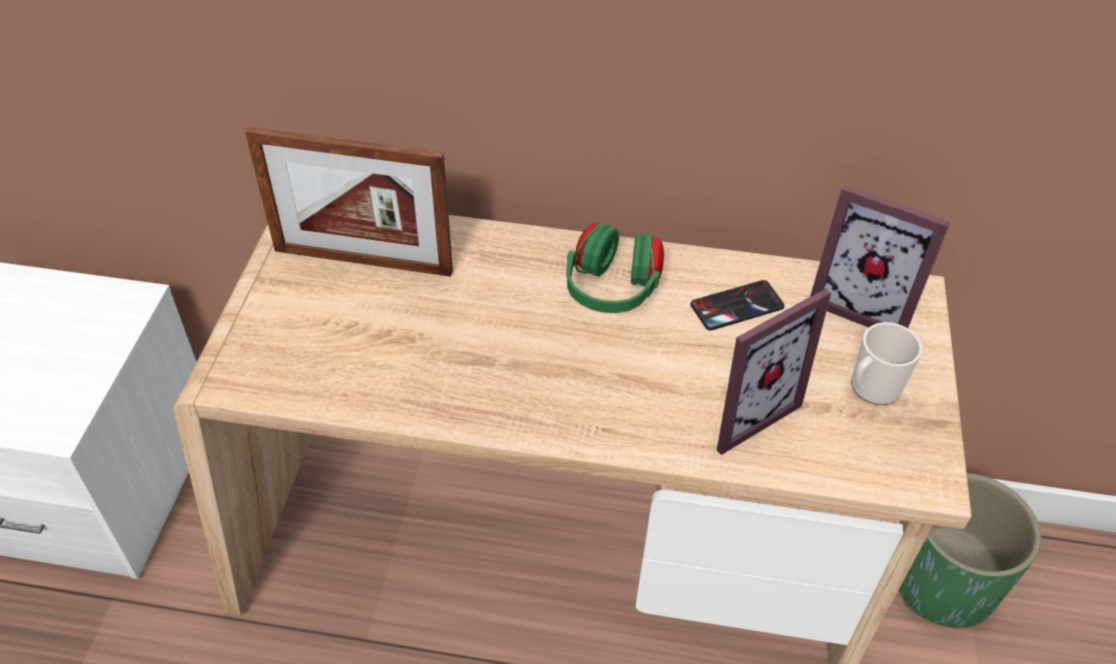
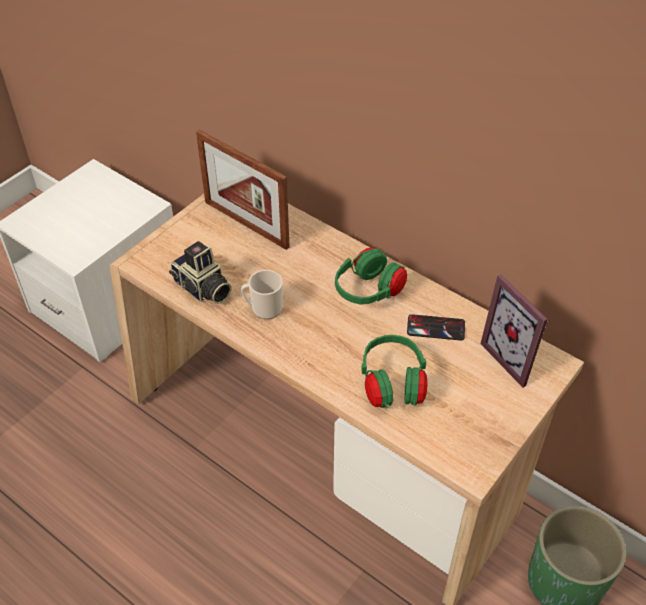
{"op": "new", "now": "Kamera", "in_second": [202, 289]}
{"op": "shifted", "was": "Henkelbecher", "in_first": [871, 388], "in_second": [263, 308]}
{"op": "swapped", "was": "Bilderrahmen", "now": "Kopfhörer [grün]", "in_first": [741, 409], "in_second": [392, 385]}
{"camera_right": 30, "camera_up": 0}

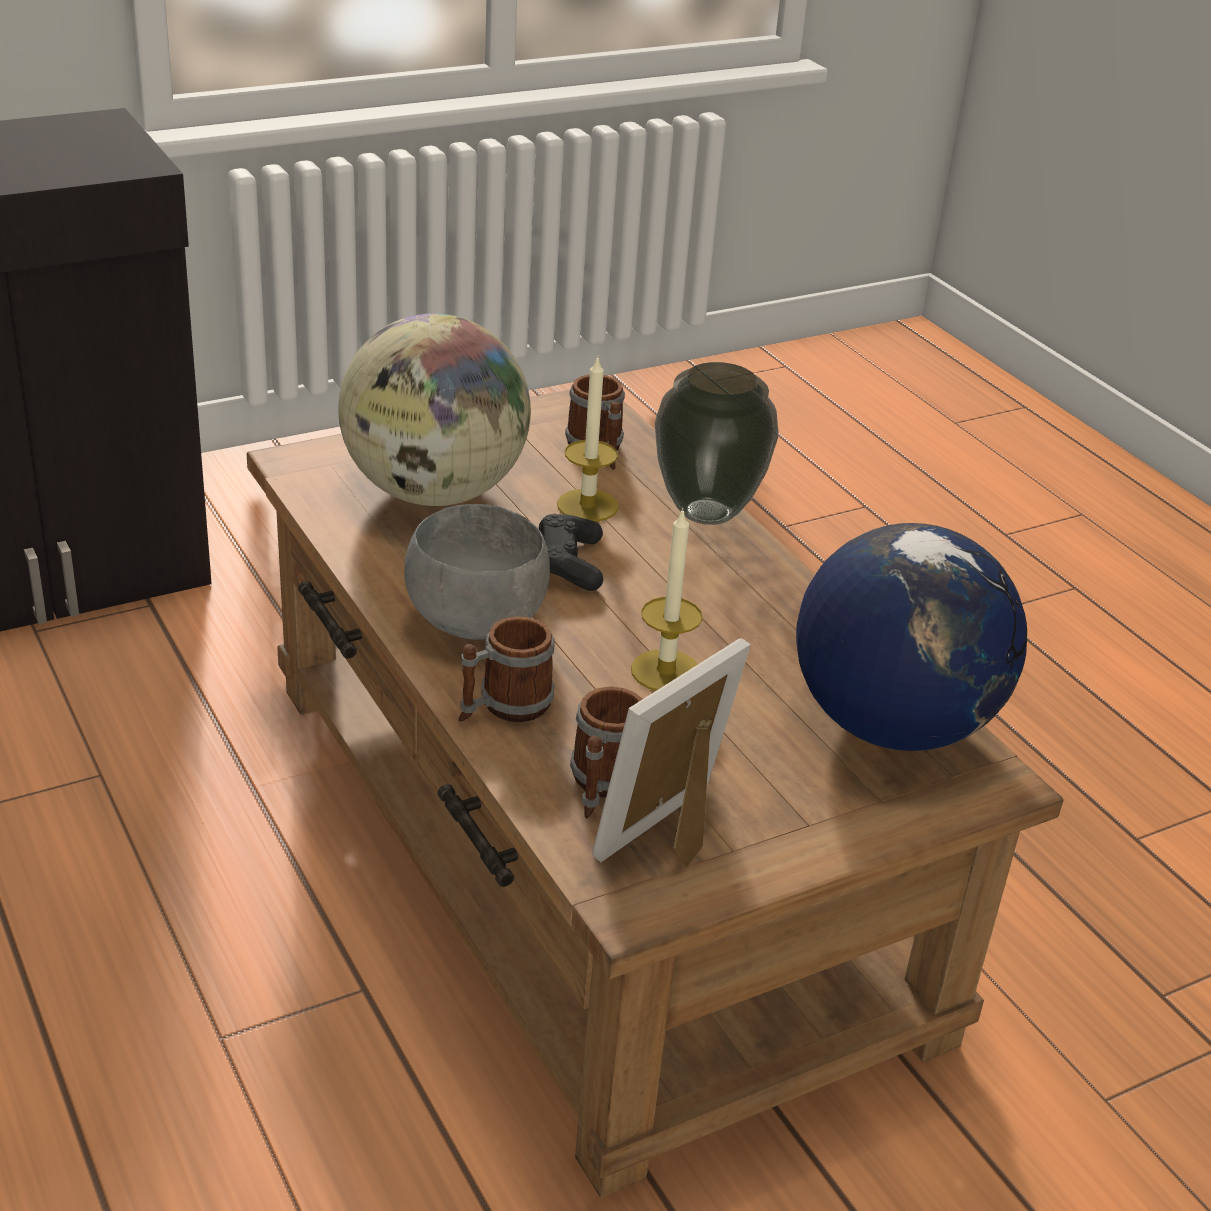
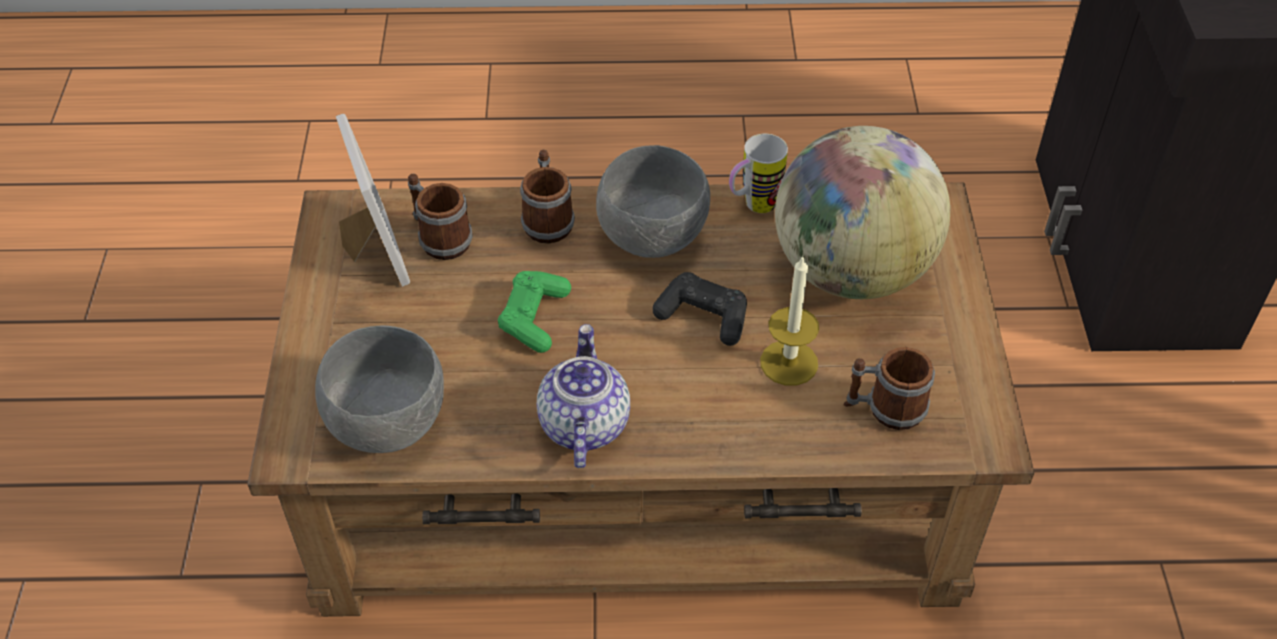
{"op": "gone", "was": "Vase", "in_first": [706, 512]}
{"op": "new", "now": "Teekanne", "in_second": [583, 424]}
{"op": "new", "now": "Henkelbecher", "in_second": [752, 207]}
{"op": "swapped", "was": "Kerze", "now": "Gamepad [grün]", "in_first": [666, 671], "in_second": [534, 318]}
{"op": "swapped", "was": "Globus", "now": "Schüssel [grau]", "in_first": [892, 725], "in_second": [390, 422]}
{"camera_right": 120, "camera_up": 15}

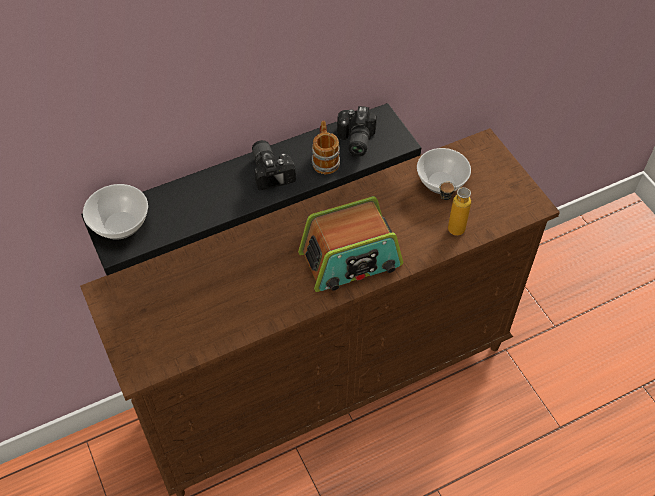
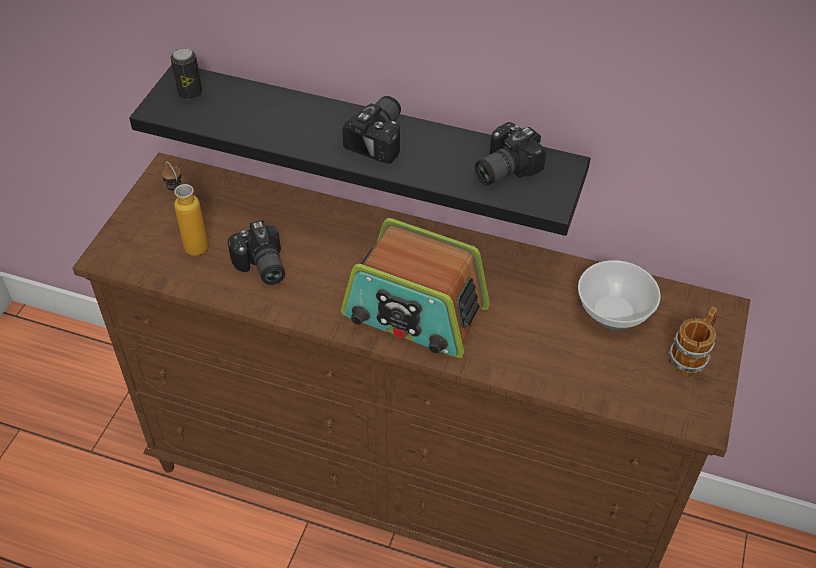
{"op": "new", "now": "Kamera", "in_second": [260, 267]}
{"op": "shifted", "was": "Henkelbecher", "in_first": [325, 159], "in_second": [691, 354]}
{"op": "shifted", "was": "Flasche", "in_first": [448, 228], "in_second": [191, 242]}
{"op": "swapped", "was": "Schüssel", "now": "Dose", "in_first": [122, 225], "in_second": [190, 93]}
{"camera_right": 45, "camera_up": -5}

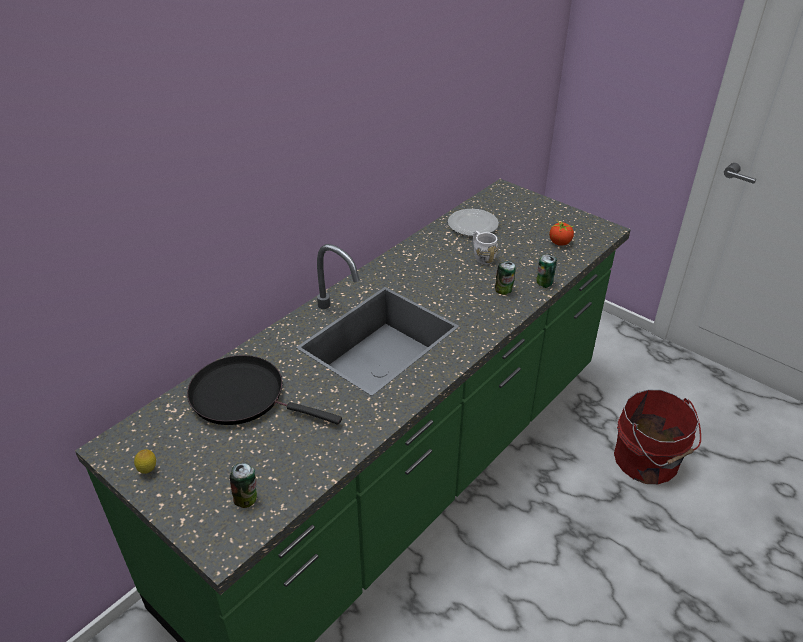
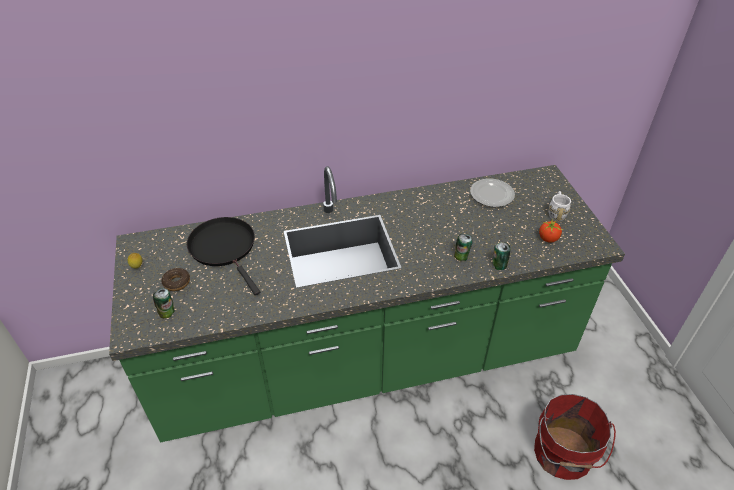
{"op": "new", "now": "Donut", "in_second": [176, 282]}
{"op": "shifted", "was": "Henkelbecher [weiß]", "in_first": [482, 256], "in_second": [556, 213]}
{"camera_right": 35, "camera_up": 5}

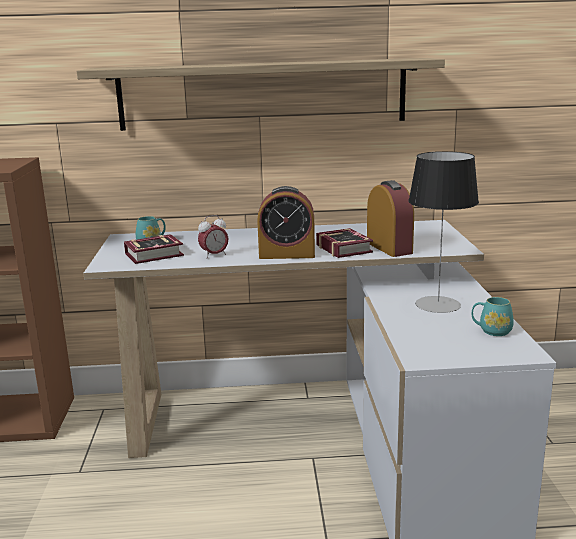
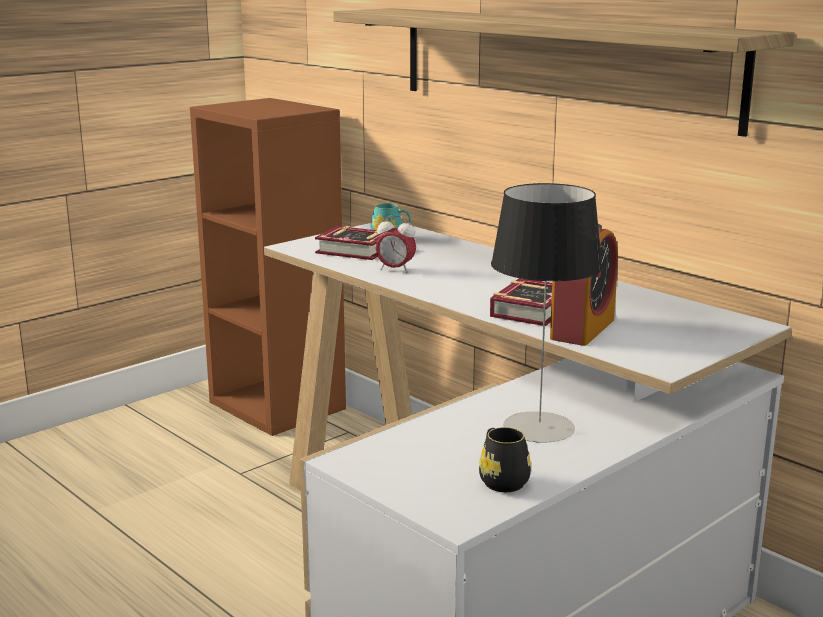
{"op": "gone", "was": "Wecker", "in_first": [287, 254]}
{"op": "repainted", "was": "Henkelbecher [türkis]", "now": "Henkelbecher [schwarz]", "in_first": [491, 331], "in_second": [501, 480]}
{"camera_right": 50, "camera_up": 0}

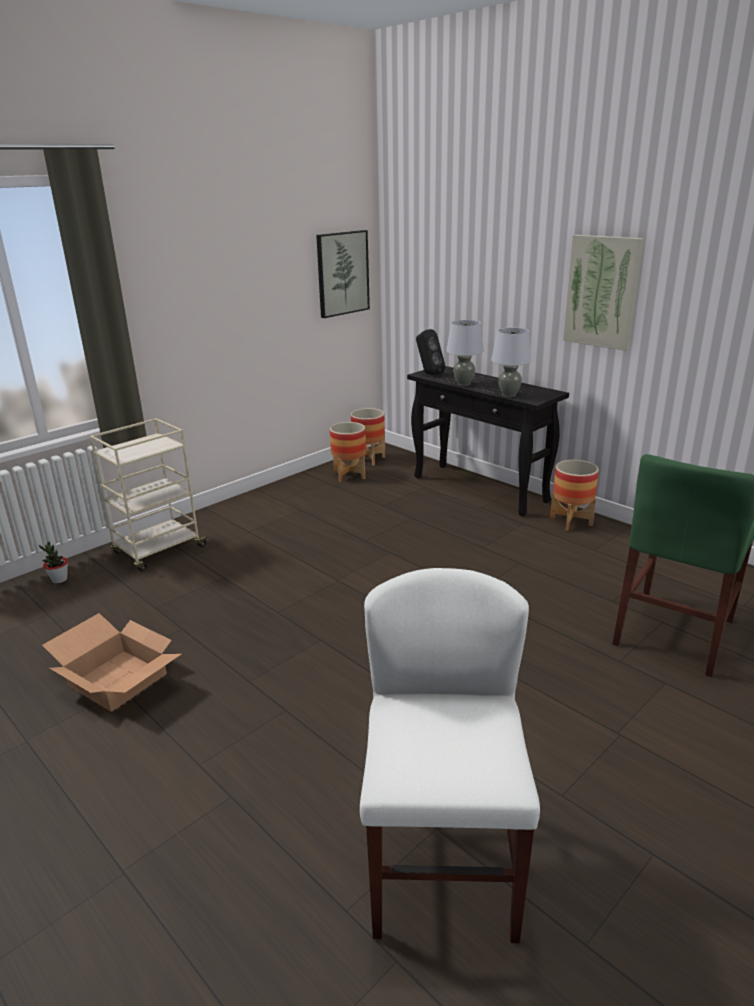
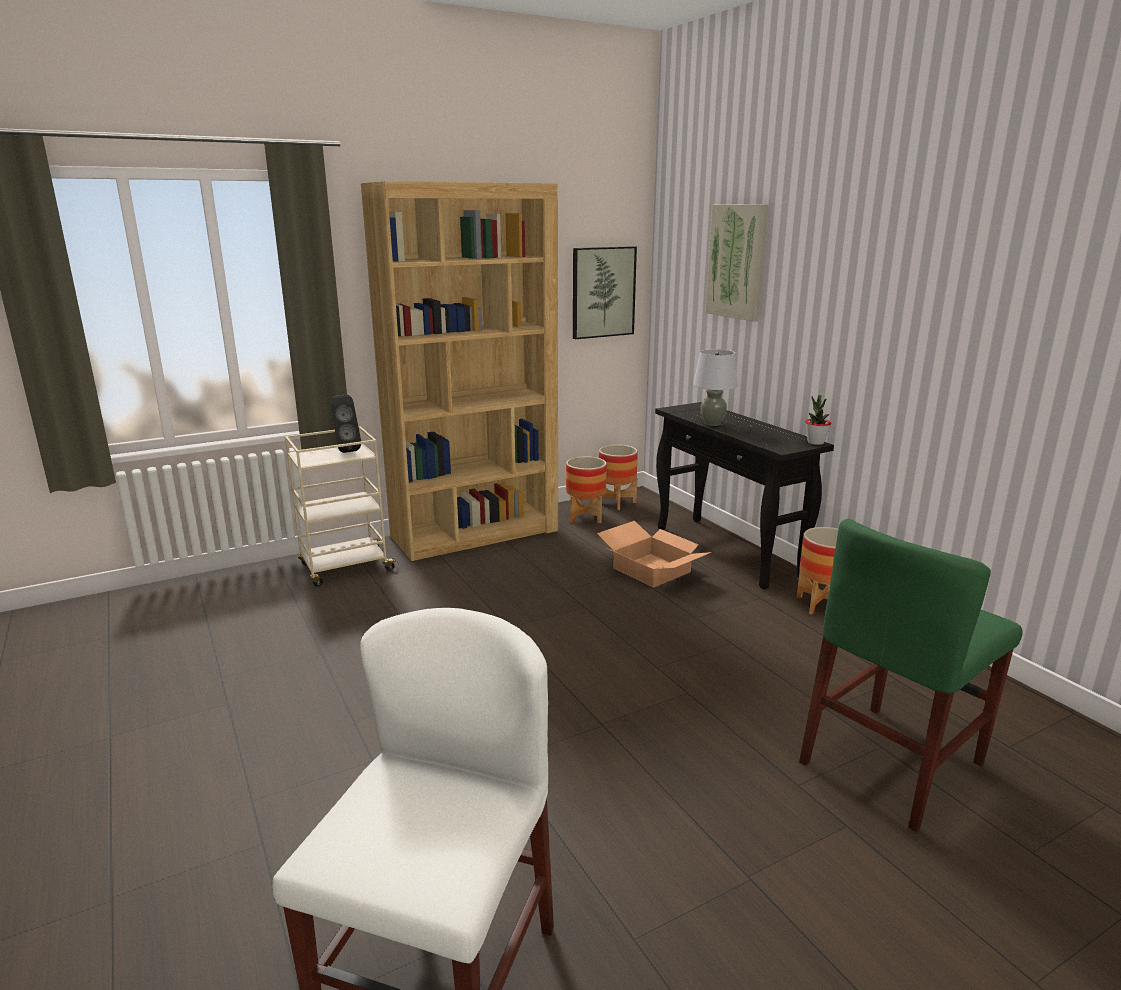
{"op": "gone", "was": "Tischlampe [grau]", "in_first": [509, 395]}
{"op": "new", "now": "Bücherregal [braun]", "in_second": [475, 533]}
{"op": "shifted", "was": "Topfpflanze", "in_first": [59, 580], "in_second": [815, 442]}
{"op": "shifted", "was": "Karton", "in_first": [119, 679], "in_second": [653, 570]}
{"op": "shifted", "was": "Lautsprecher [schwarz]", "in_first": [428, 373], "in_second": [346, 450]}
{"op": "shifted", "was": "Bild", "in_first": [602, 292], "in_second": [737, 261]}
{"camera_right": 15, "camera_up": -5}

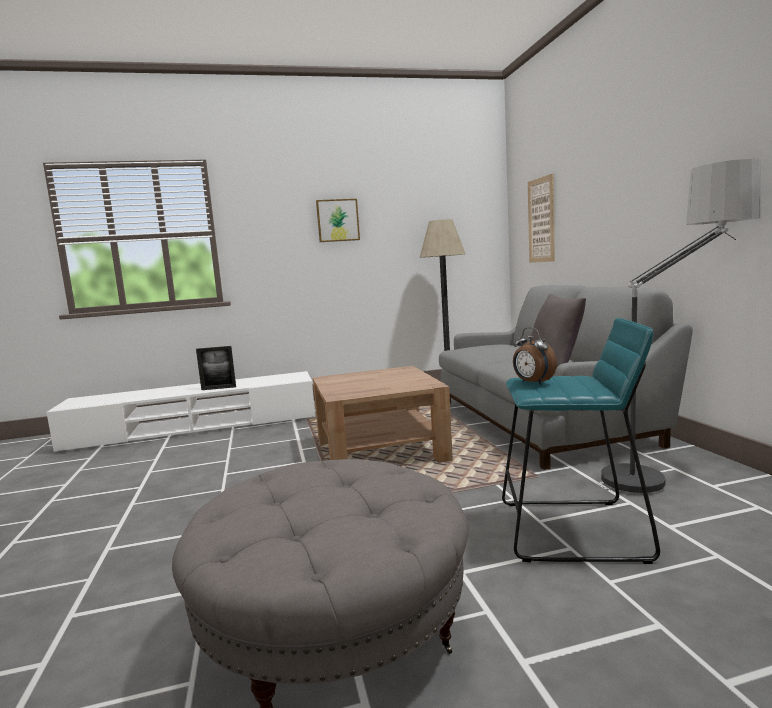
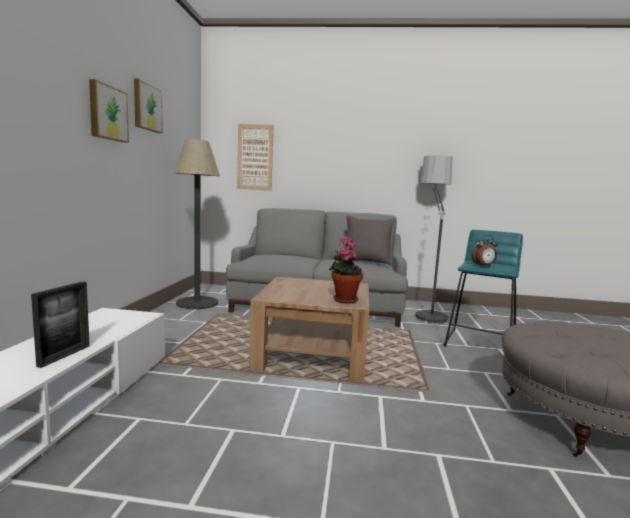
{"op": "new", "now": "Bild", "in_second": [146, 107]}
{"op": "new", "now": "Topfpflanze", "in_second": [344, 299]}
{"camera_right": -70, "camera_up": 0}

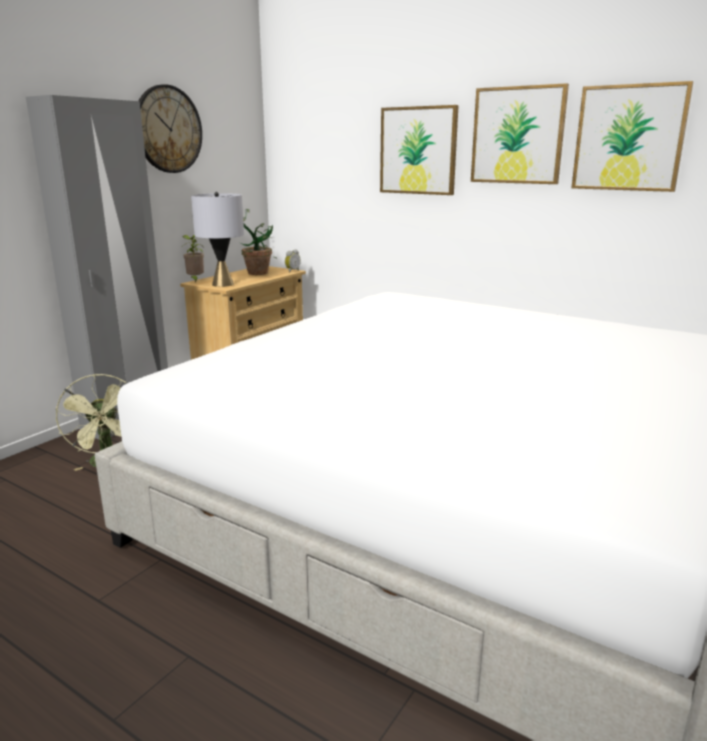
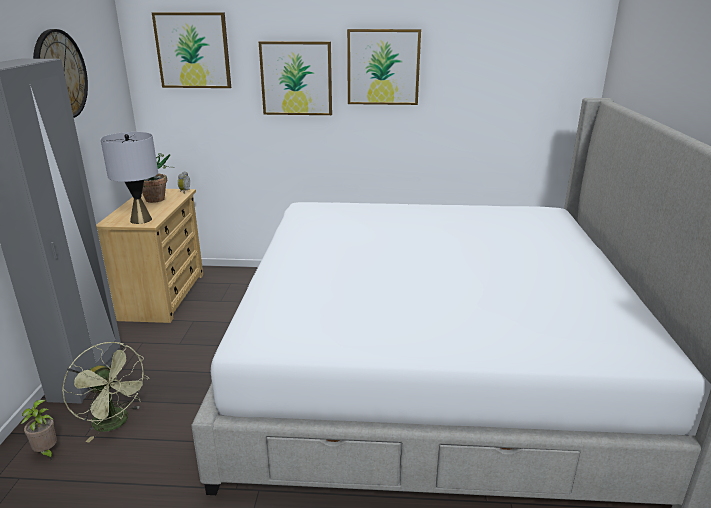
{"op": "shifted", "was": "Topfpflanze", "in_first": [195, 280], "in_second": [46, 452]}
{"op": "shifted", "was": "Bild", "in_first": [629, 138], "in_second": [193, 50]}
{"camera_right": -30, "camera_up": 5}

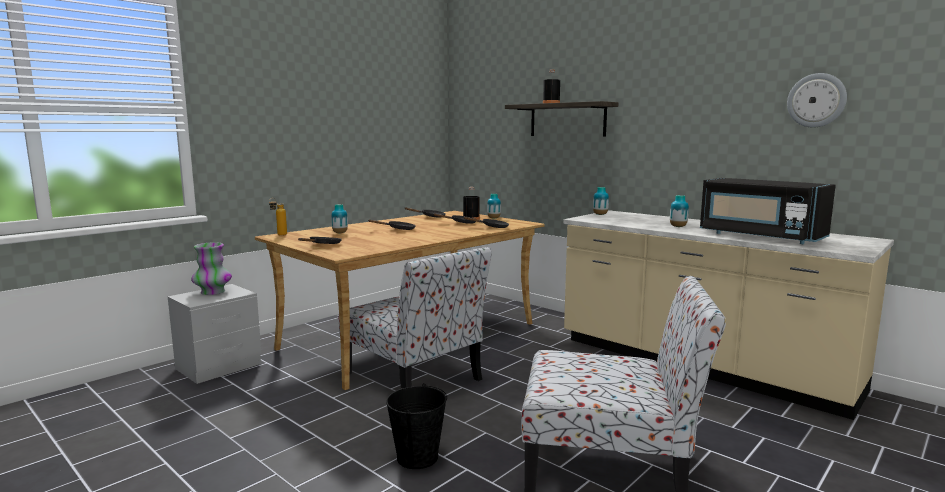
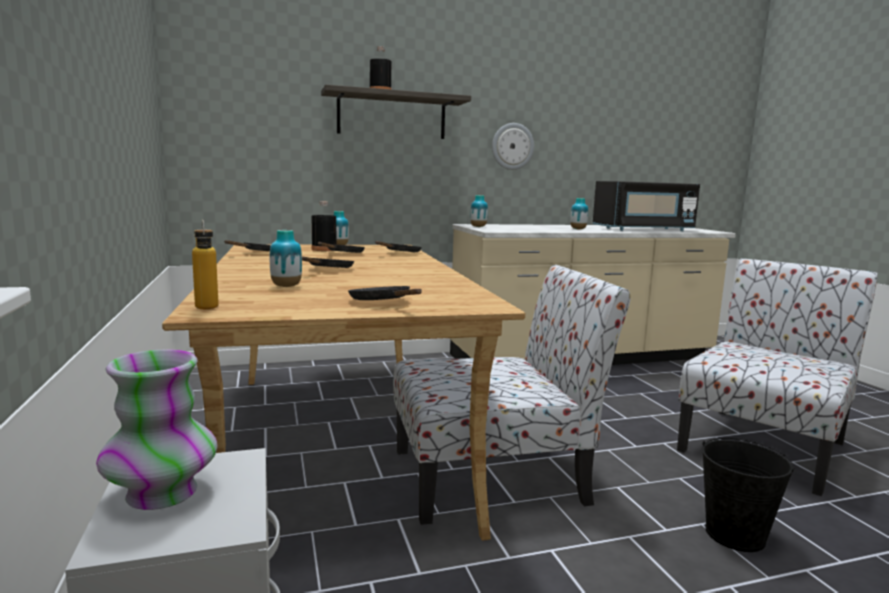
{"op": "shifted", "was": "Wanduhr", "in_first": [816, 100], "in_second": [512, 146]}
{"camera_right": -60, "camera_up": 0}

